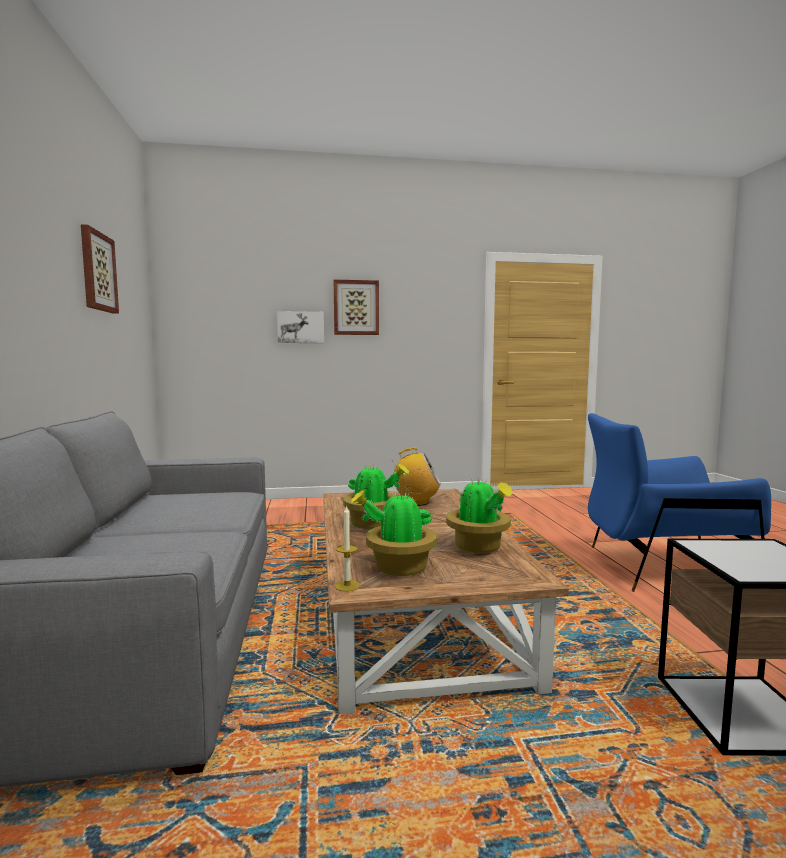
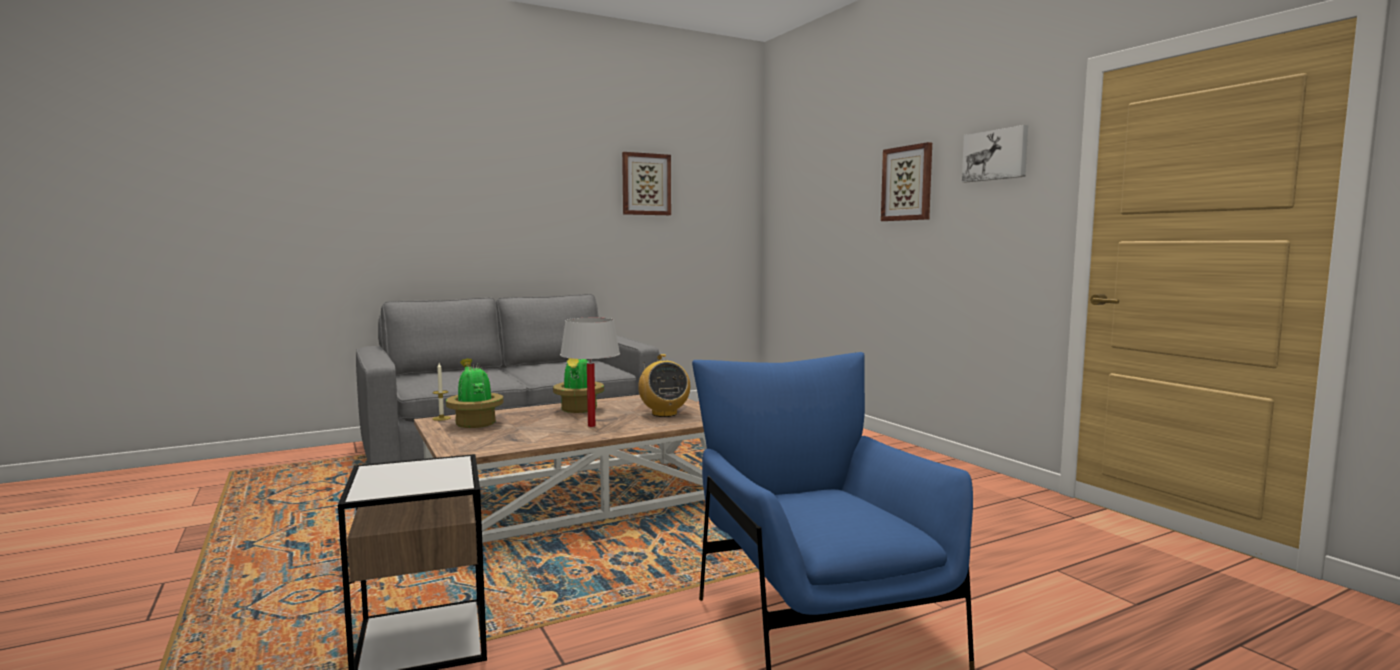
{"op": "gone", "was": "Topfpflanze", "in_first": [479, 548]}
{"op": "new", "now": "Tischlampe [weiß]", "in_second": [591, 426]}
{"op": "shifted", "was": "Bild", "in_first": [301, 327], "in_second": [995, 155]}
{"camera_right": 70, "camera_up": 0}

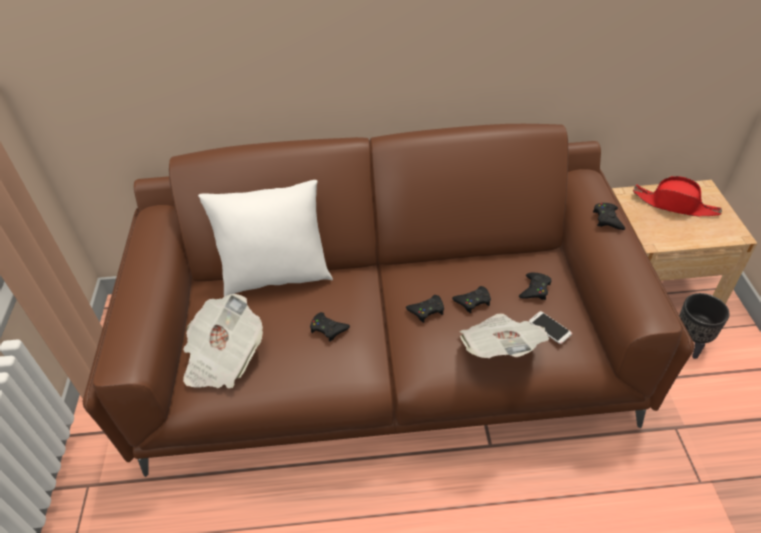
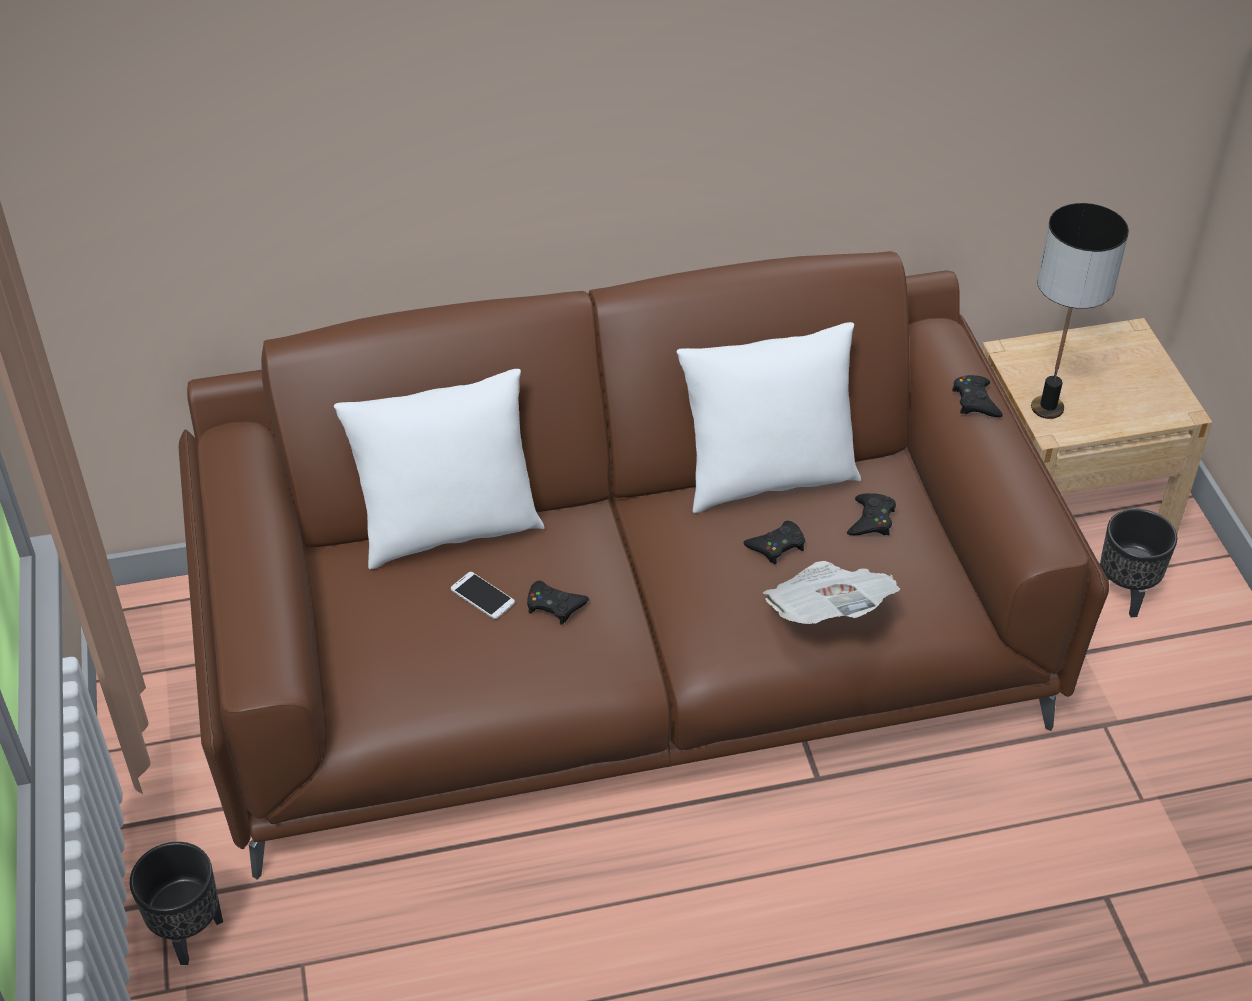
{"op": "gone", "was": "Zeitung", "in_first": [223, 358]}
{"op": "gone", "was": "Gamepad [schwarz]", "in_first": [426, 310]}
{"op": "gone", "was": "Hut [rot]", "in_first": [675, 205]}
{"op": "new", "now": "Pflanzkübel [schwarz]", "in_second": [189, 935]}
{"op": "new", "now": "Kissen [weiß]", "in_second": [766, 478]}
{"op": "new", "now": "Tischlampe", "in_second": [1047, 408]}
{"op": "shifted", "was": "Handy", "in_first": [550, 328], "in_second": [482, 596]}
{"camera_right": -10, "camera_up": 0}

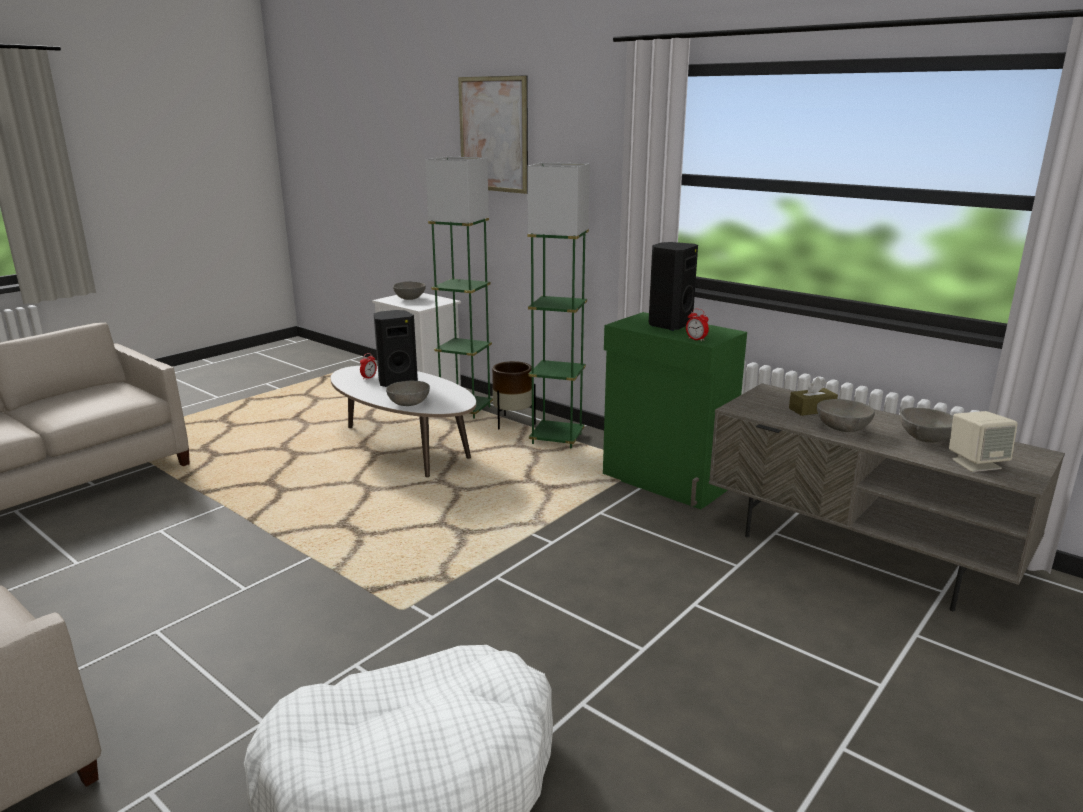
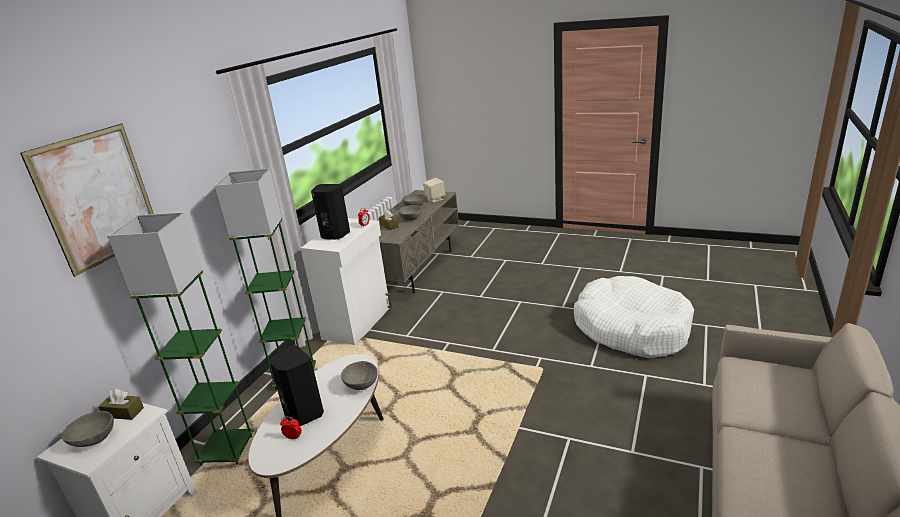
{"op": "gone", "was": "Pflanzkübel [braun]", "in_first": [512, 423]}
{"op": "new", "now": "Taschentuchbox [braun]", "in_second": [123, 412]}
{"op": "repainted", "was": "Schrank [grün]", "now": "Schrank [weiß]", "in_first": [666, 481], "in_second": [358, 323]}
{"camera_right": -105, "camera_up": 5}

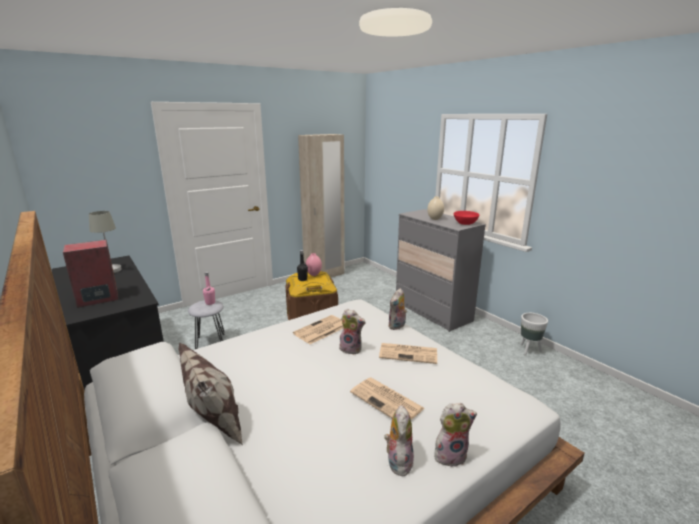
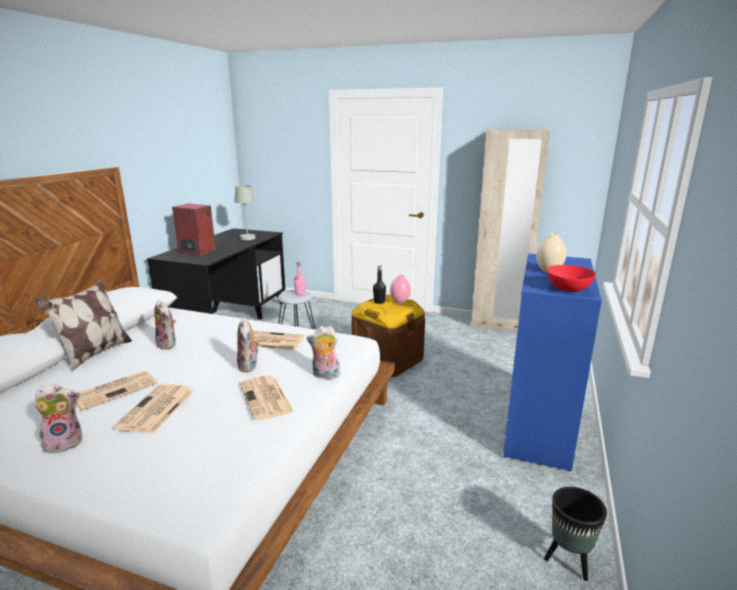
{"op": "new", "now": "Zeitung", "in_second": [116, 389]}
{"op": "shifted", "was": "Plüschtier", "in_first": [450, 455], "in_second": [168, 344]}
{"op": "repainted", "was": "Kommode [grau]", "now": "Kommode [blau]", "in_first": [432, 312], "in_second": [538, 426]}
{"op": "repainted", "was": "Pflanzkübel [weiß]", "now": "Pflanzkübel [schwarz]", "in_first": [529, 350], "in_second": [568, 562]}
{"camera_right": 55, "camera_up": 0}

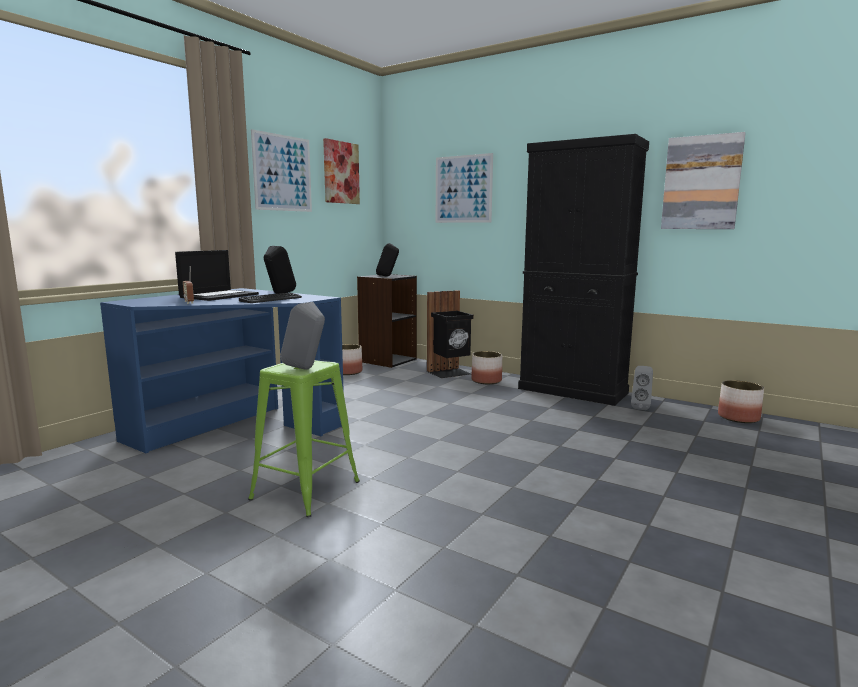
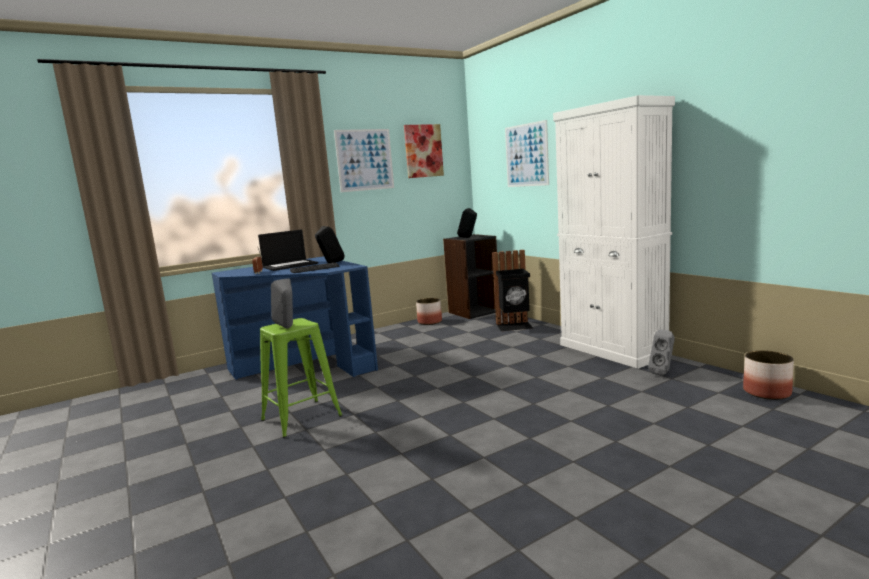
{"op": "gone", "was": "Pflanzkübel", "in_first": [486, 380]}
{"op": "gone", "was": "Bild", "in_first": [701, 183]}
{"op": "repainted", "was": "Schrank [schwarz]", "now": "Schrank [weiß]", "in_first": [573, 391], "in_second": [612, 350]}
{"camera_right": 25, "camera_up": 0}

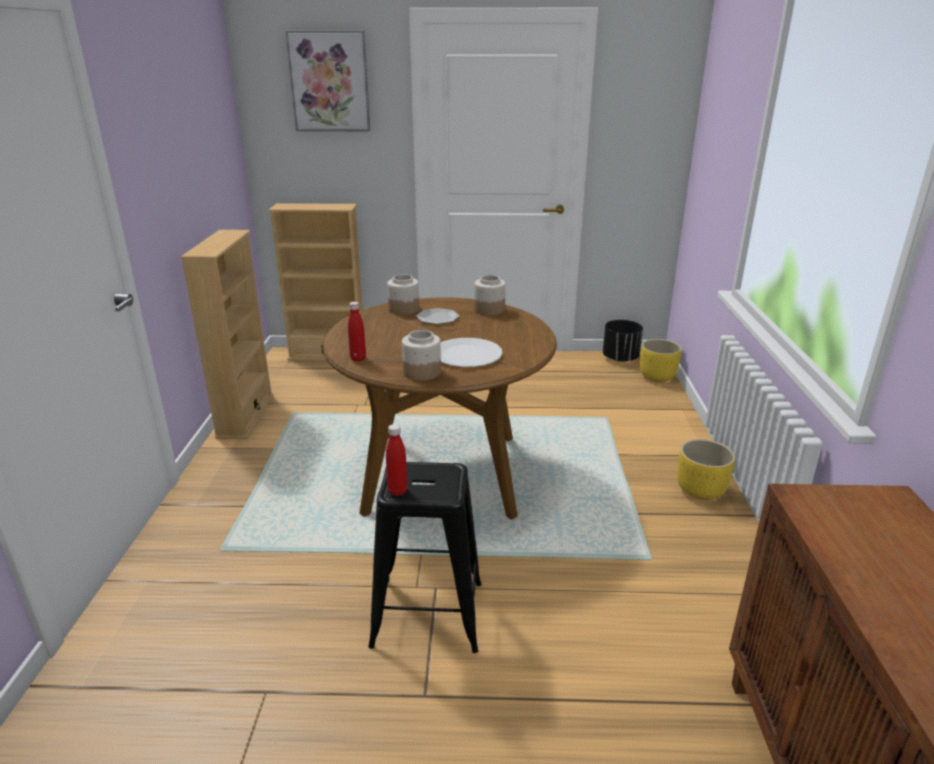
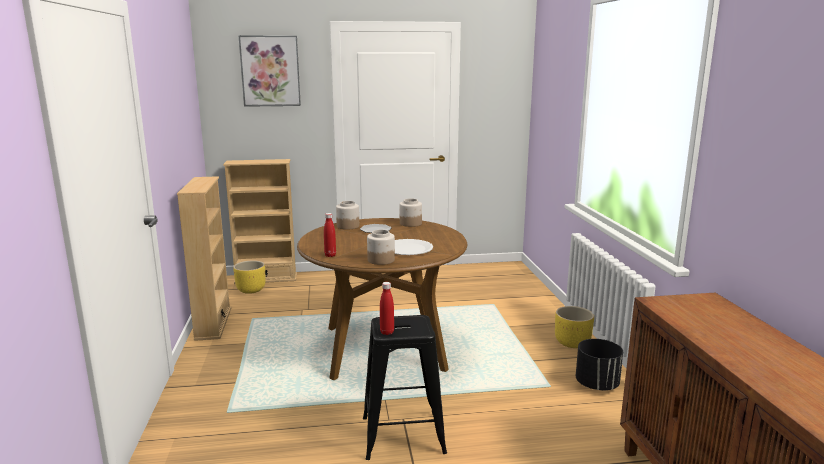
{"op": "shifted", "was": "Pflanzkübel [schwarz]", "in_first": [620, 358], "in_second": [597, 384]}
{"op": "shifted", "was": "Pflanzkübel [gelb]", "in_first": [658, 377], "in_second": [251, 290]}
{"camera_right": -10, "camera_up": -10}

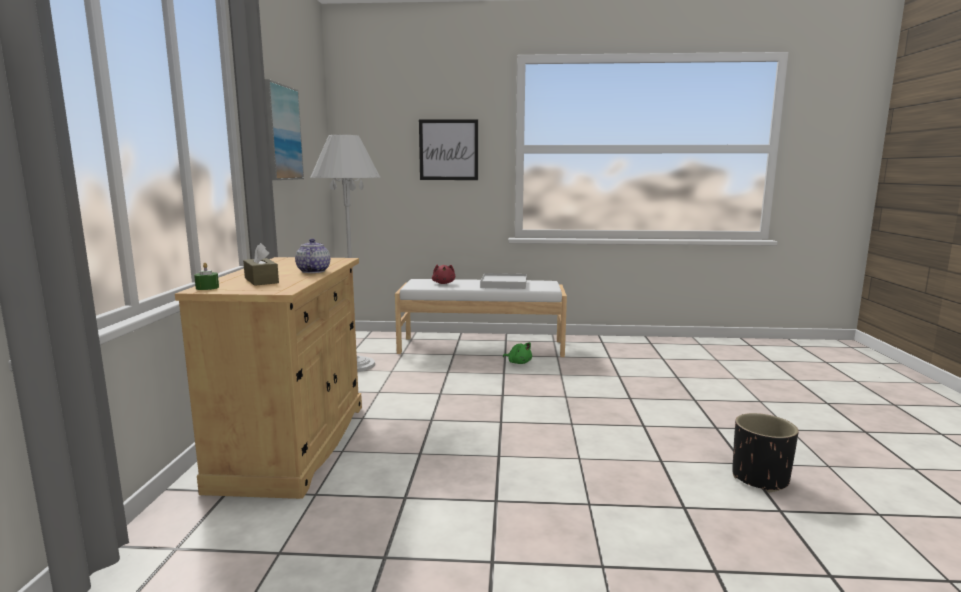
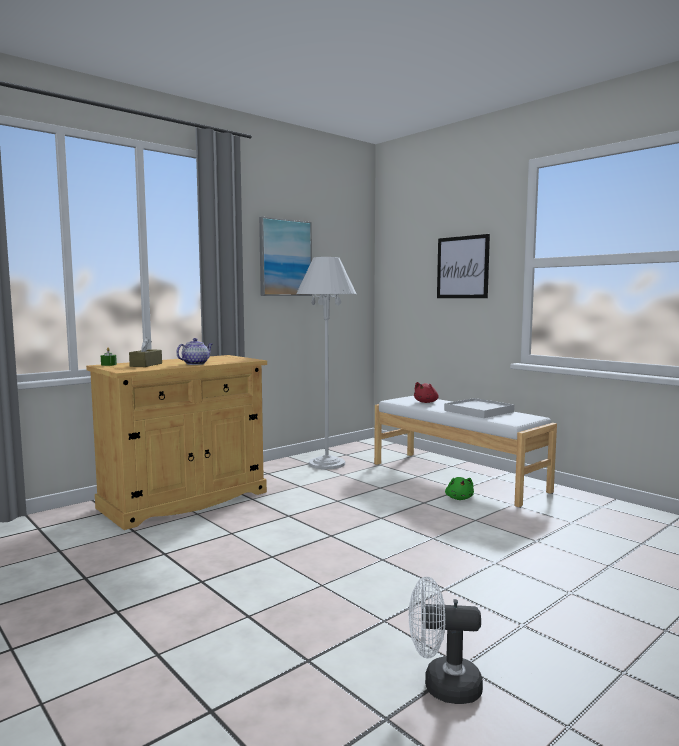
{"op": "swapped", "was": "Pflanzkübel [schwarz]", "now": "Ventilator [weiß]", "in_first": [760, 478], "in_second": [442, 686]}
{"camera_right": 45, "camera_up": -5}

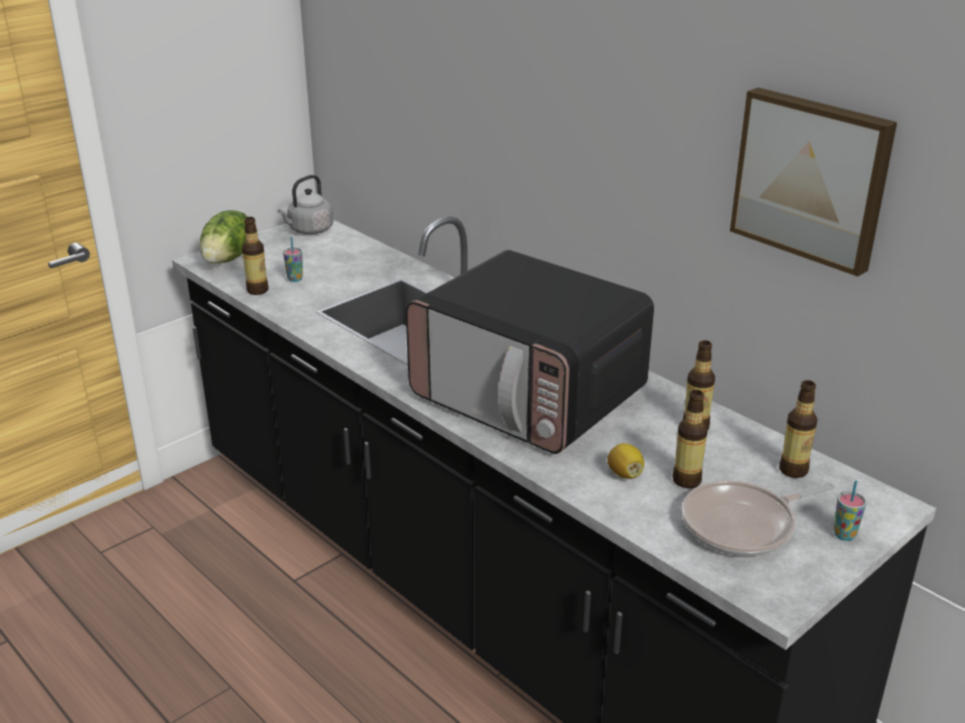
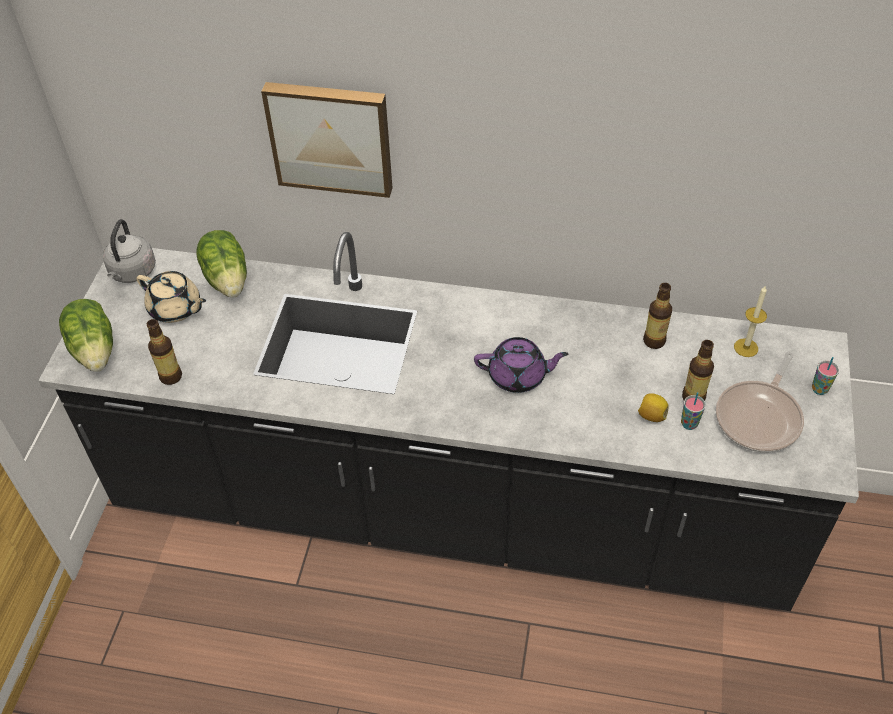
{"op": "new", "now": "Teekanne [beige]", "in_second": [176, 309]}
{"op": "new", "now": "Salatkopf", "in_second": [228, 278]}
{"op": "shifted", "was": "Tasse", "in_first": [295, 279], "in_second": [689, 424]}
{"op": "shifted", "was": "Bild", "in_first": [812, 178], "in_second": [331, 136]}
{"op": "swapped", "was": "Mikrowelle", "now": "Teekanne [lila]", "in_first": [529, 396], "in_second": [518, 376]}
{"op": "swapped", "was": "Flasche", "now": "Kerze", "in_first": [793, 470], "in_second": [746, 347]}
{"camera_right": -35, "camera_up": 20}

